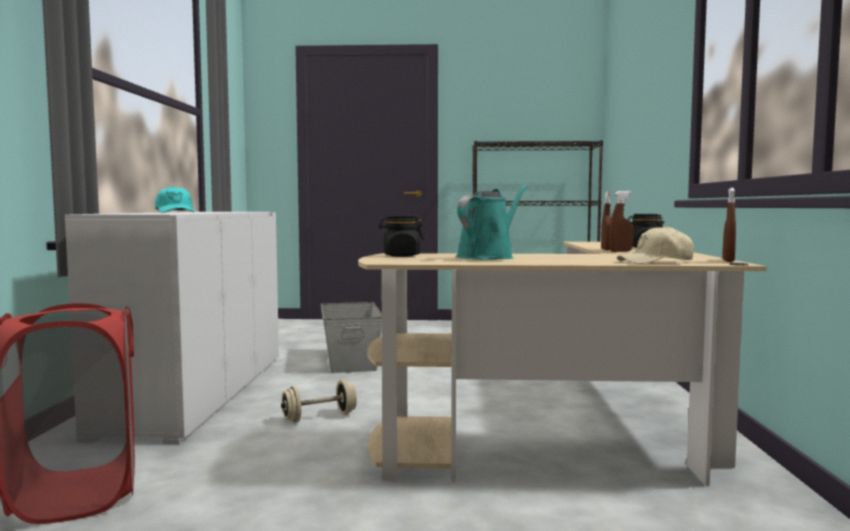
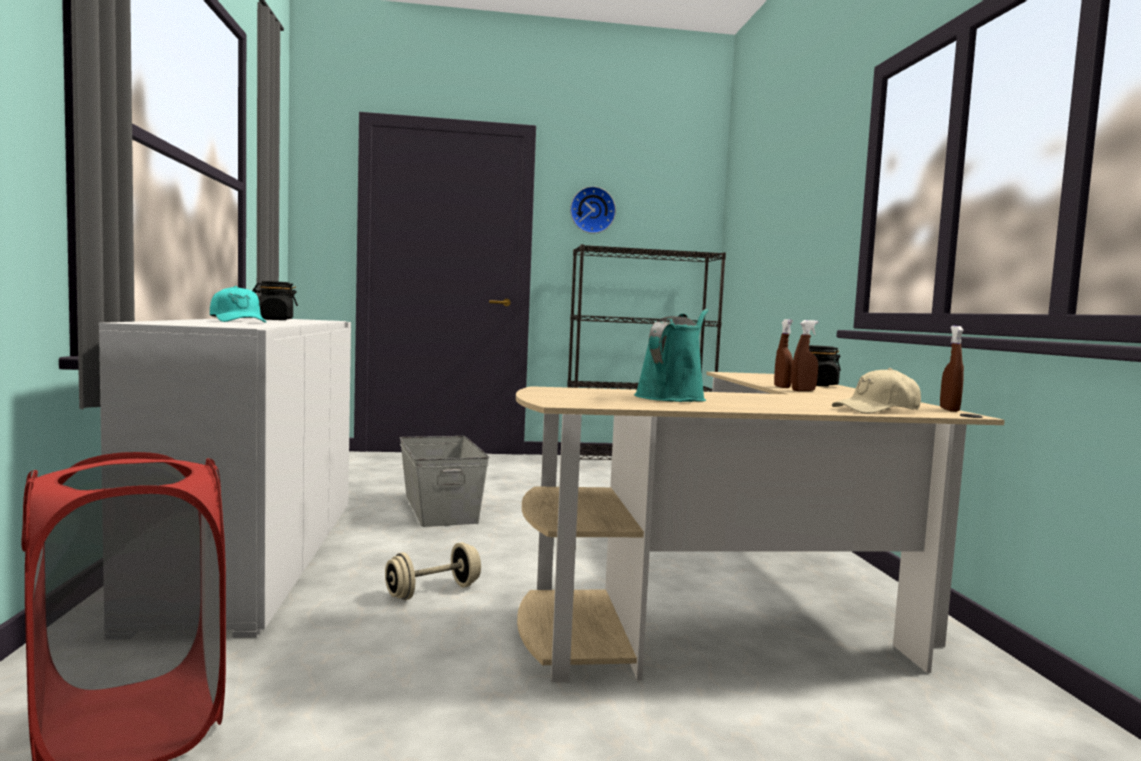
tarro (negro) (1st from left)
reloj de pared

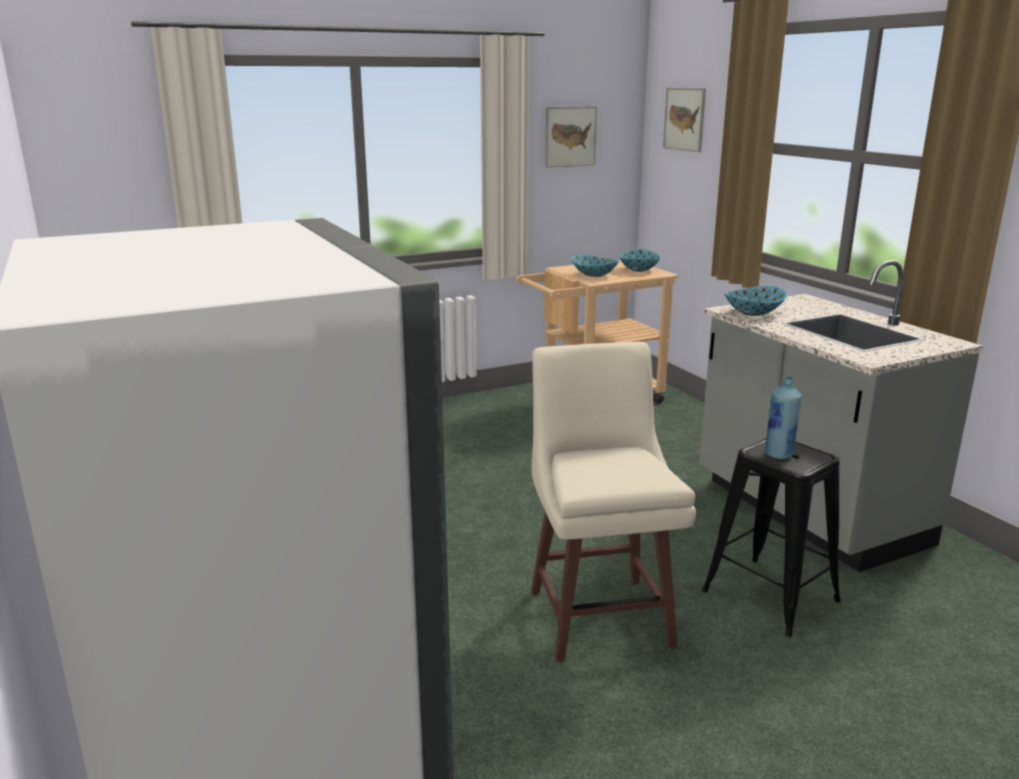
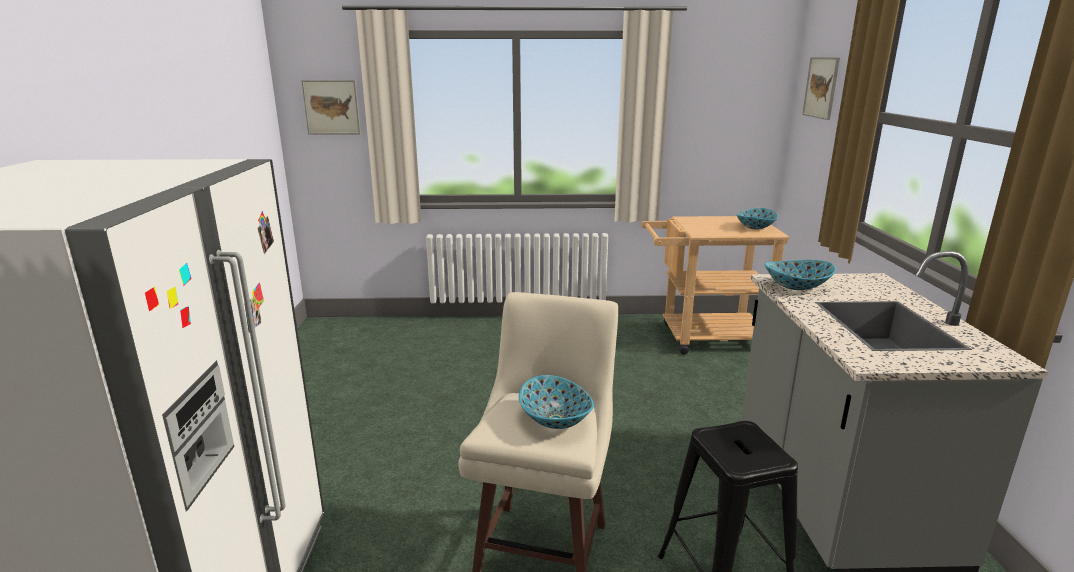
cuadro (1st from left)
cuenco (1st from left)
botella (azul)

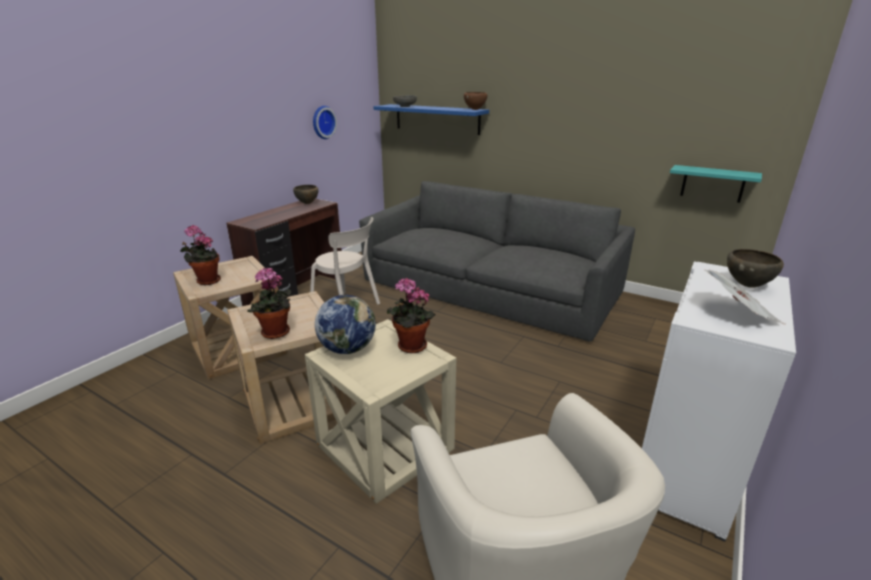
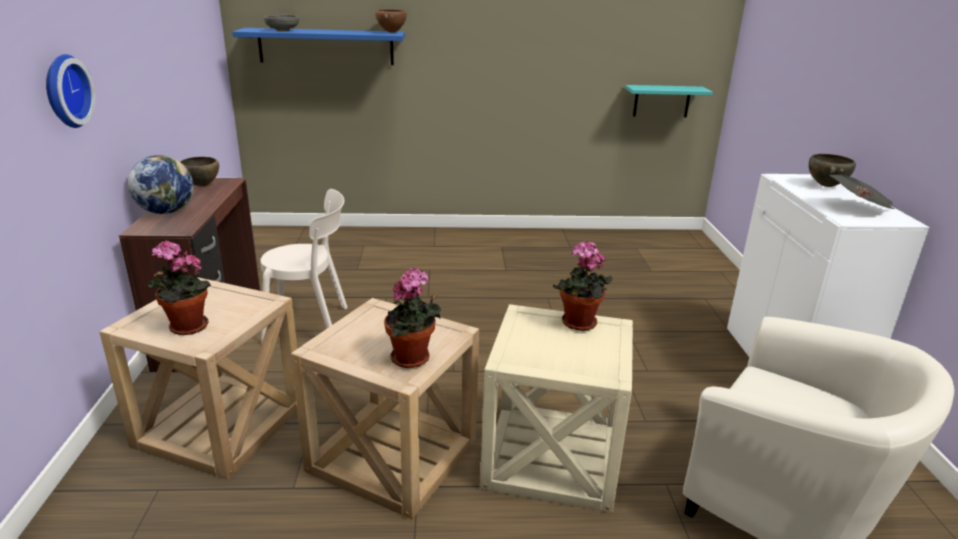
reloj de pared
globo terráqueo
sofá (gris)

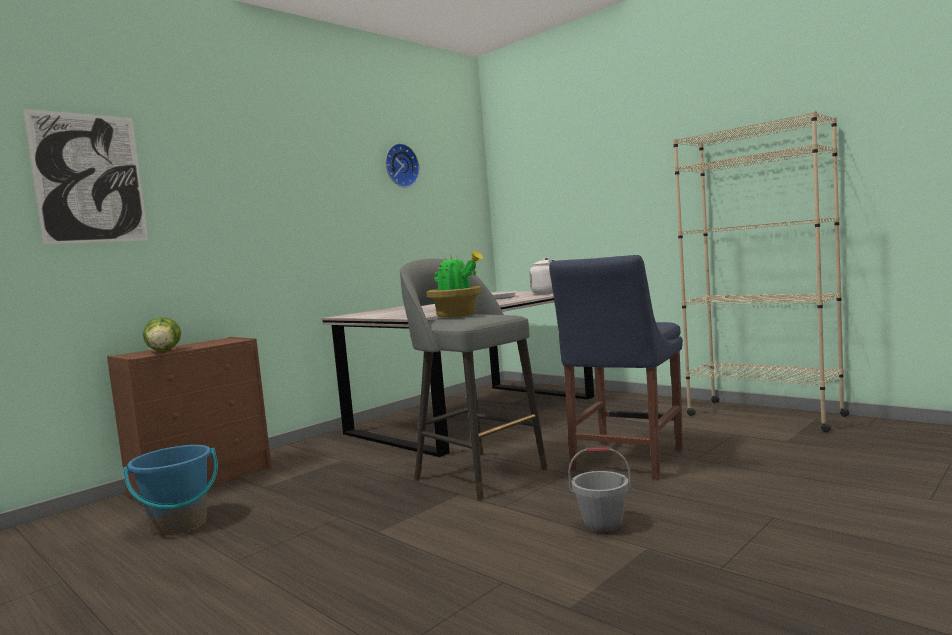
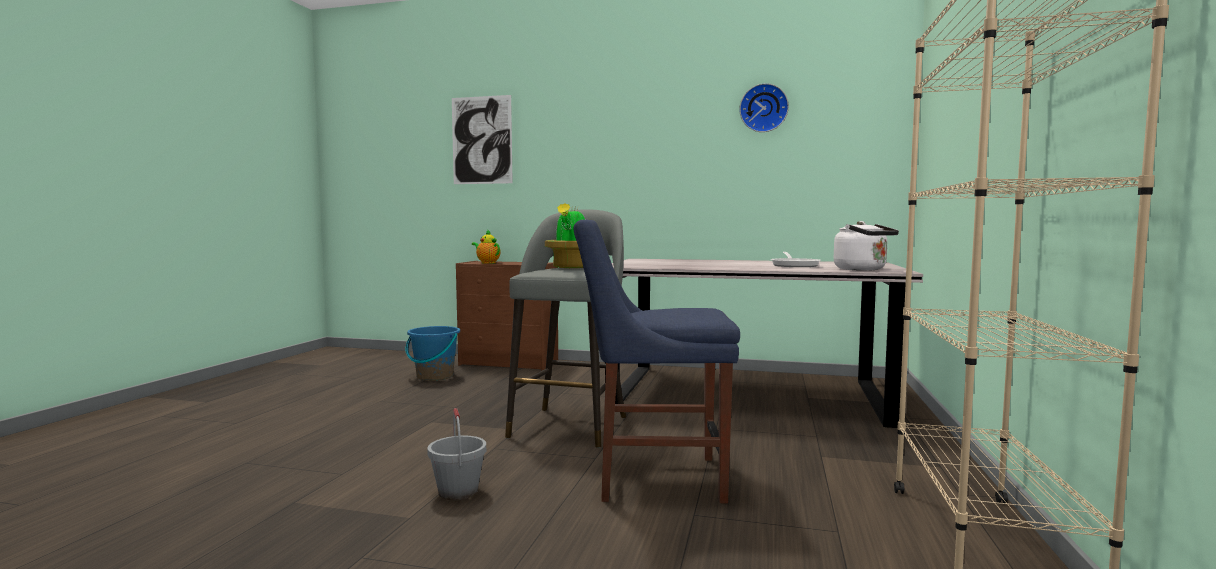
tetera

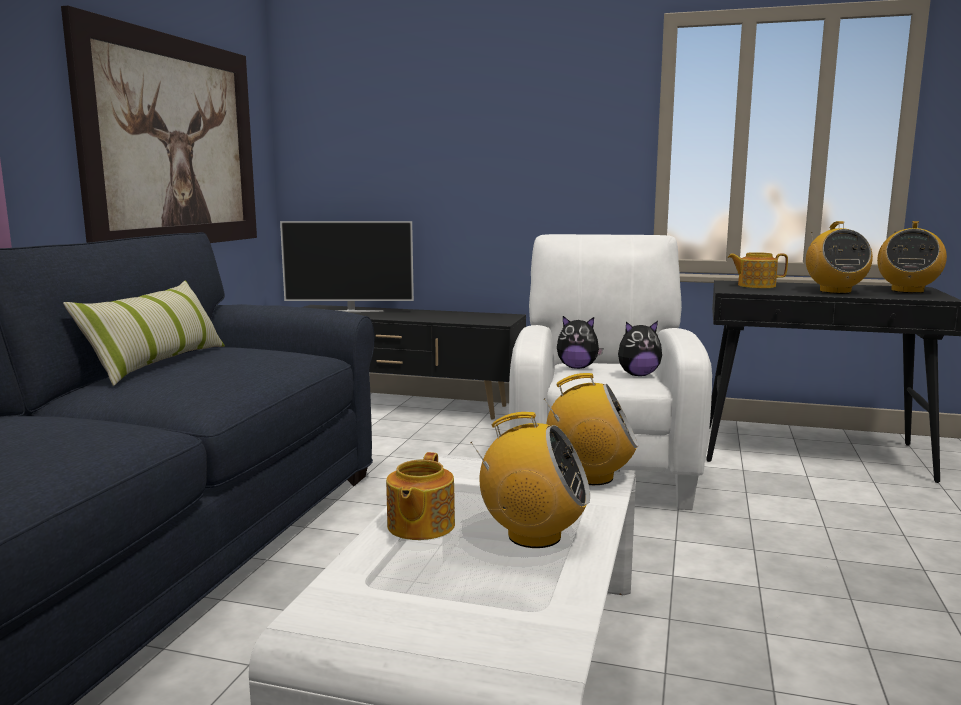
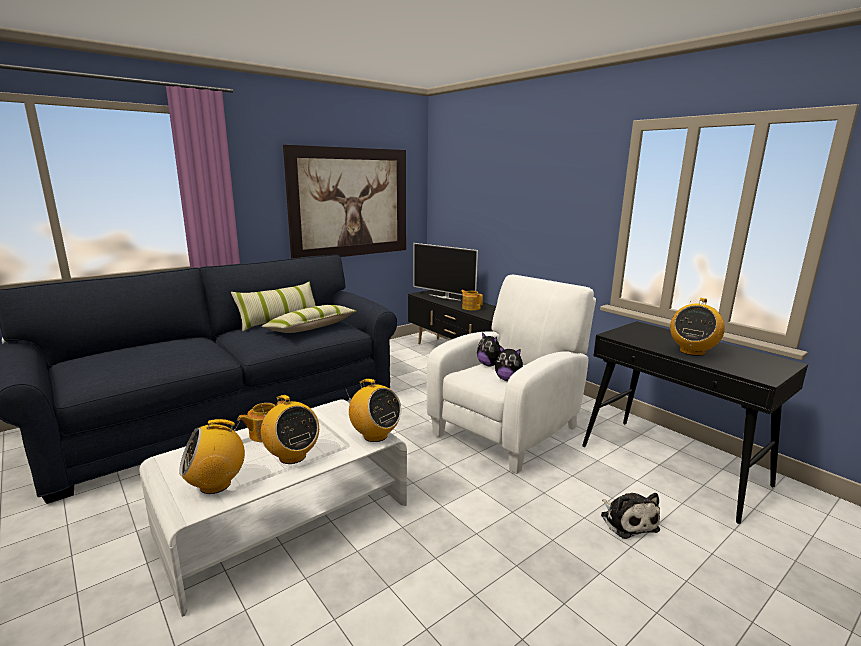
radio (1st from left)
cojín (2nd from left)
tetera (2nd from left)
peluche (3rd from left)

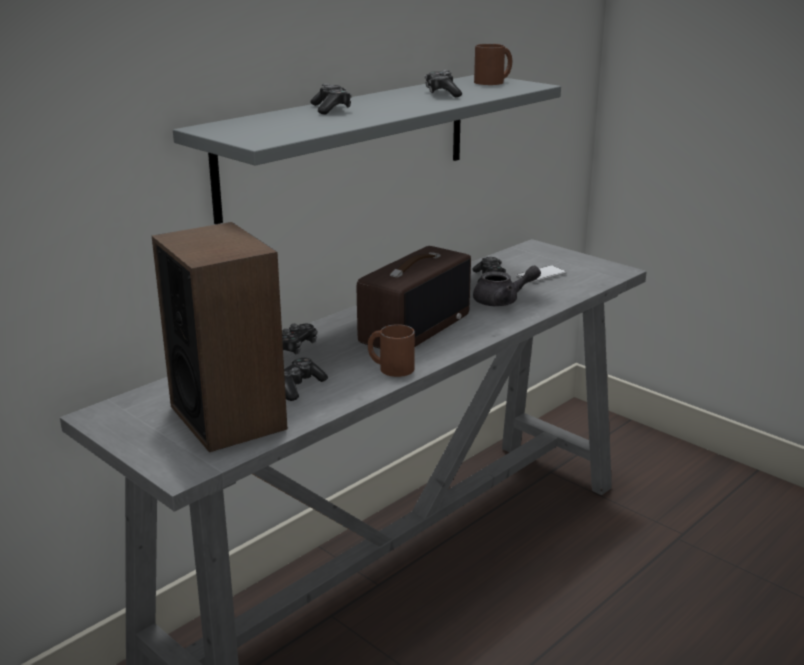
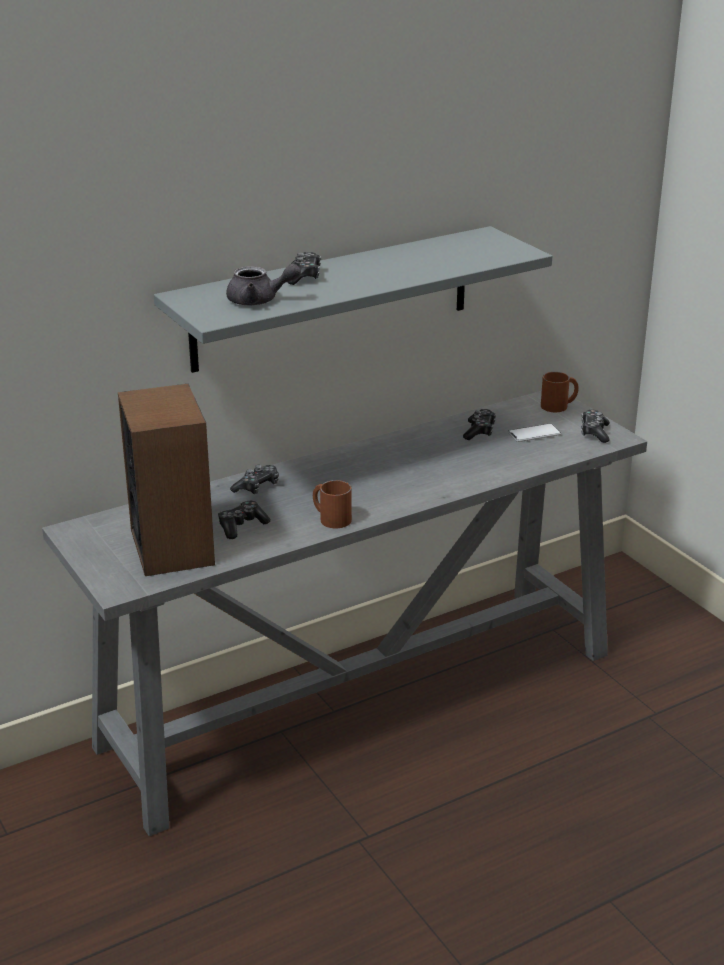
tetera (gris)
taza grande (marrón) (2nd from left)
mando de consola (5th from left)
radio

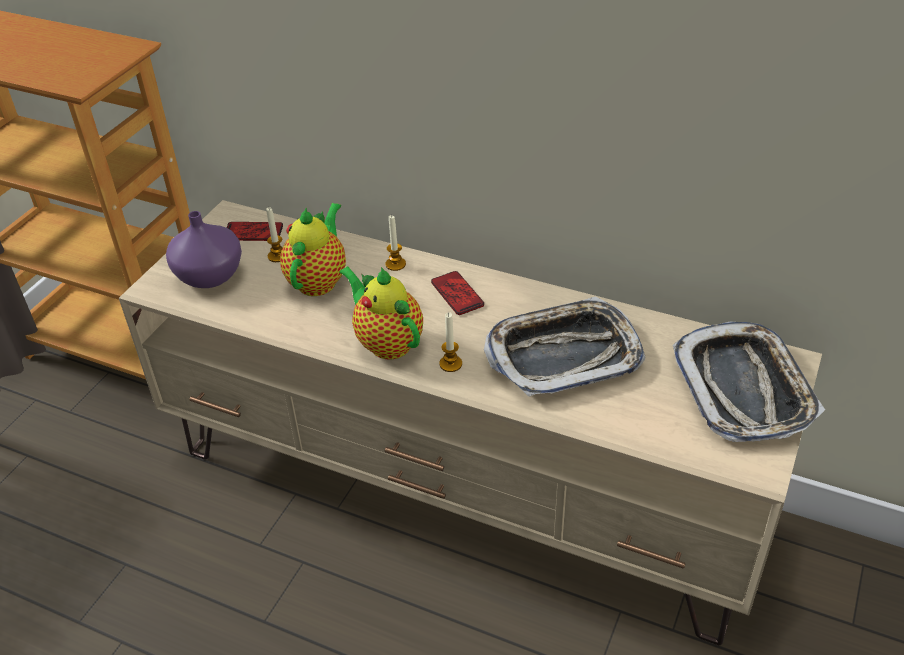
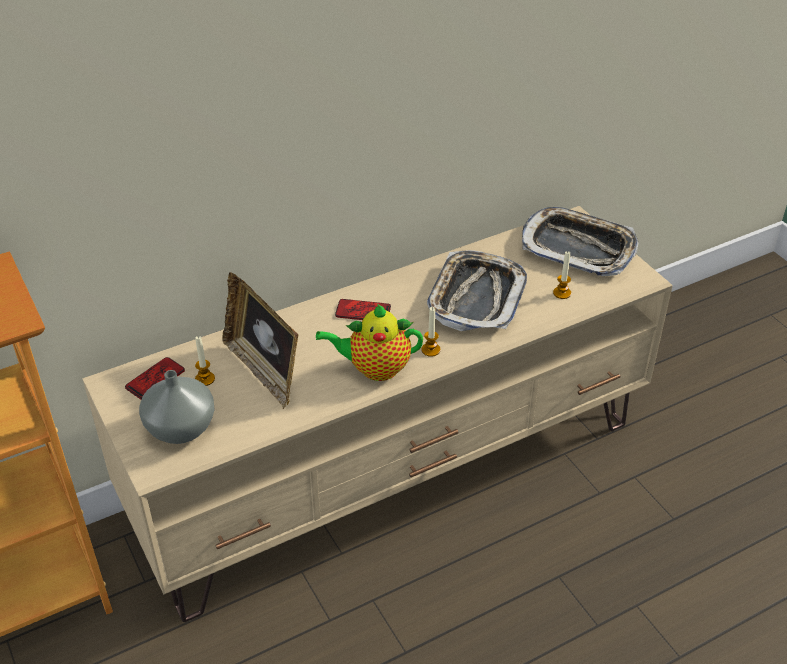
florero (gris)
portarretratos
vela (3rd from left)

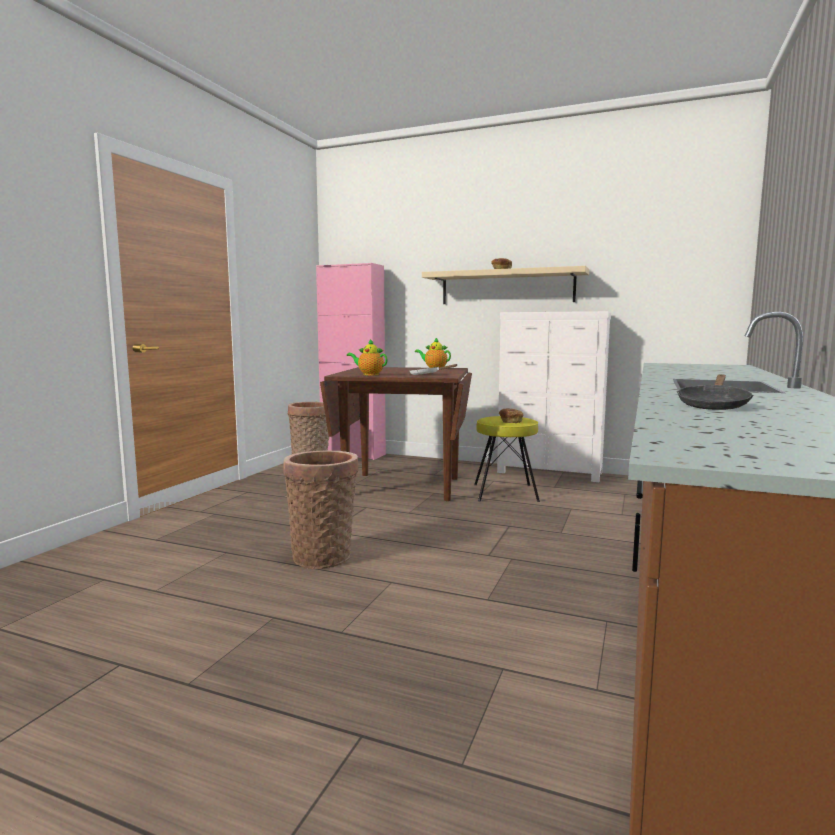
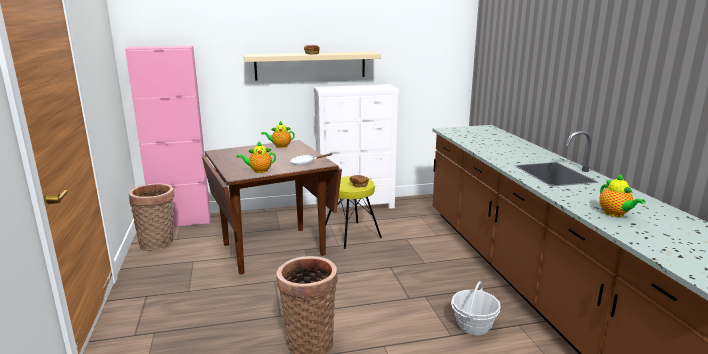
cesta (3rd from left)
tetera (3rd from left)

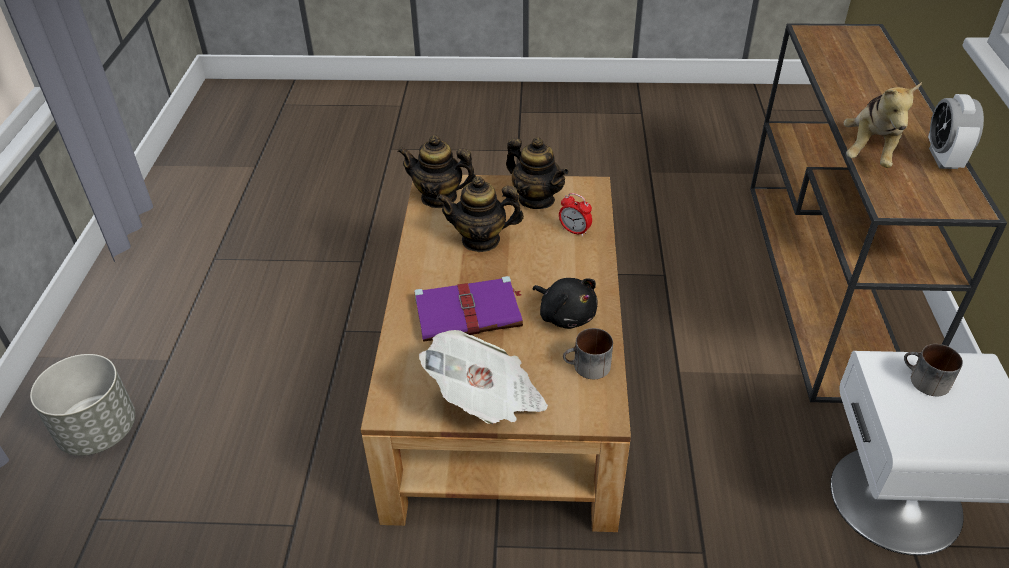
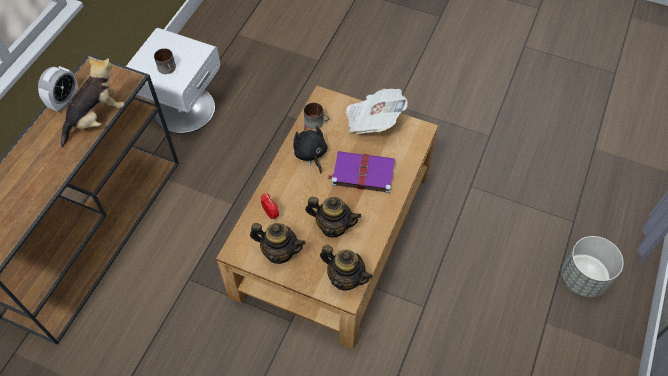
tetera (1st from left)

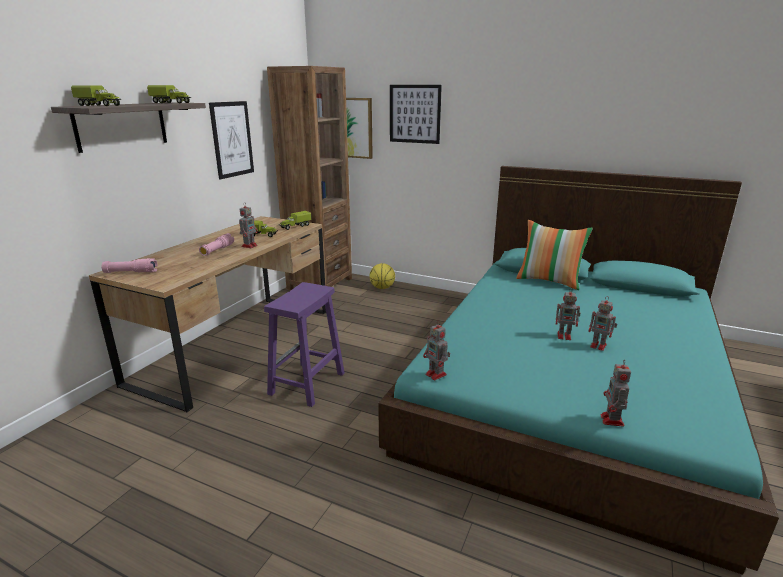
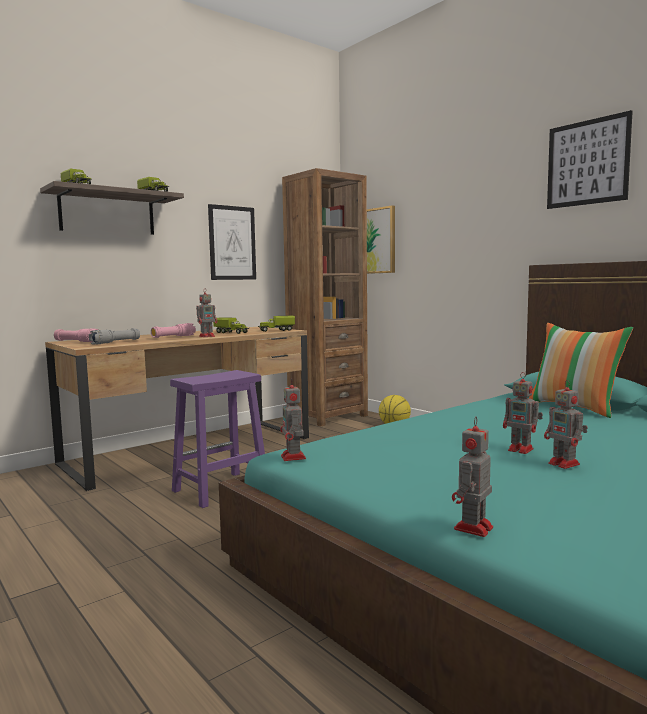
linterna (gris)
cuadro (3rd from left)

